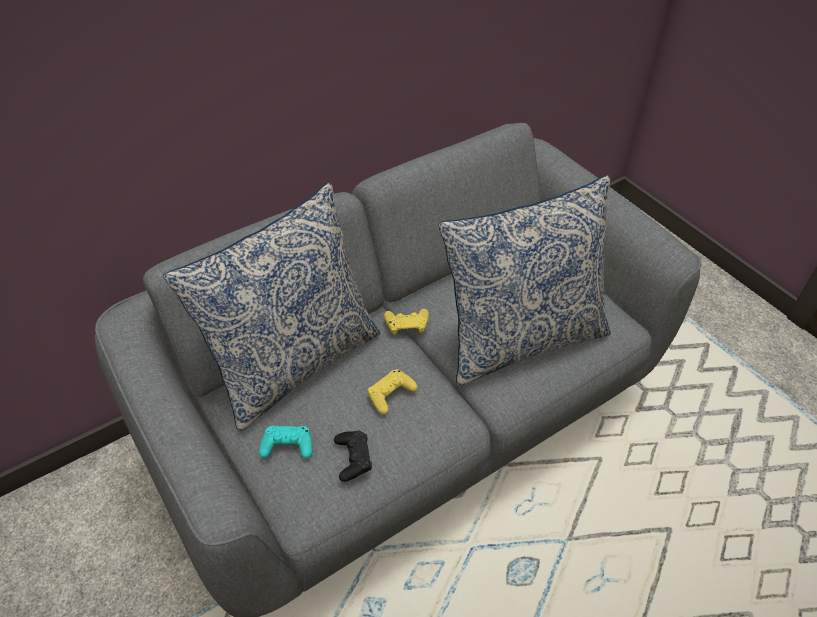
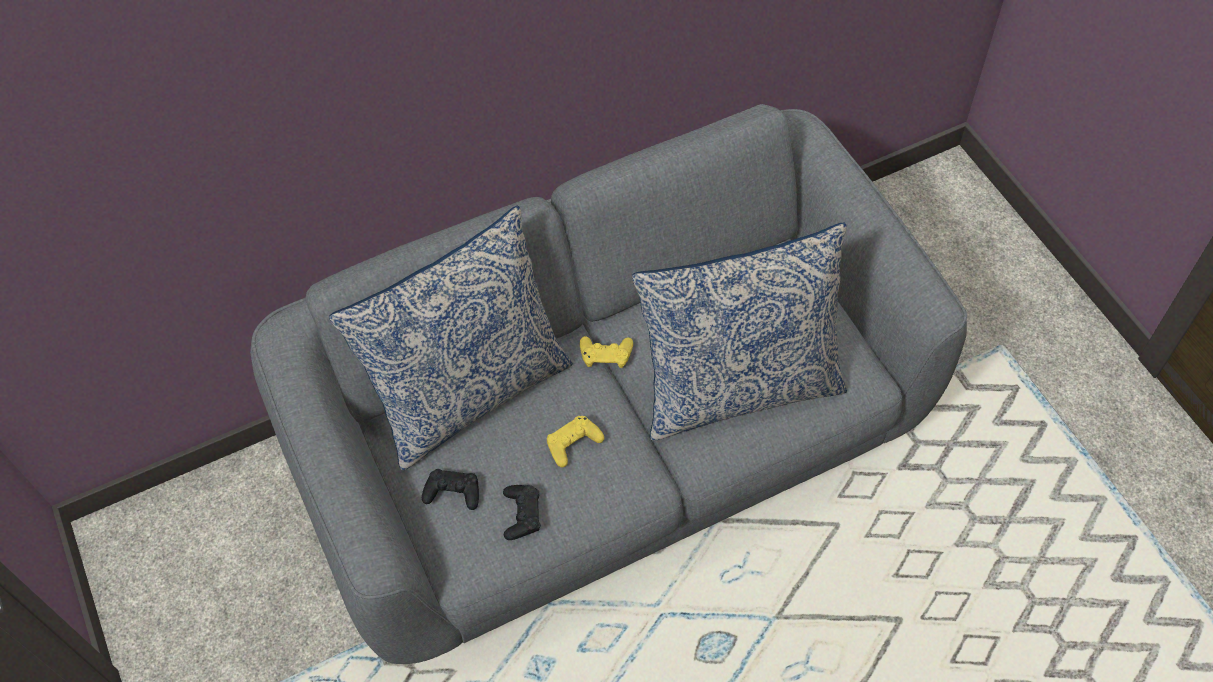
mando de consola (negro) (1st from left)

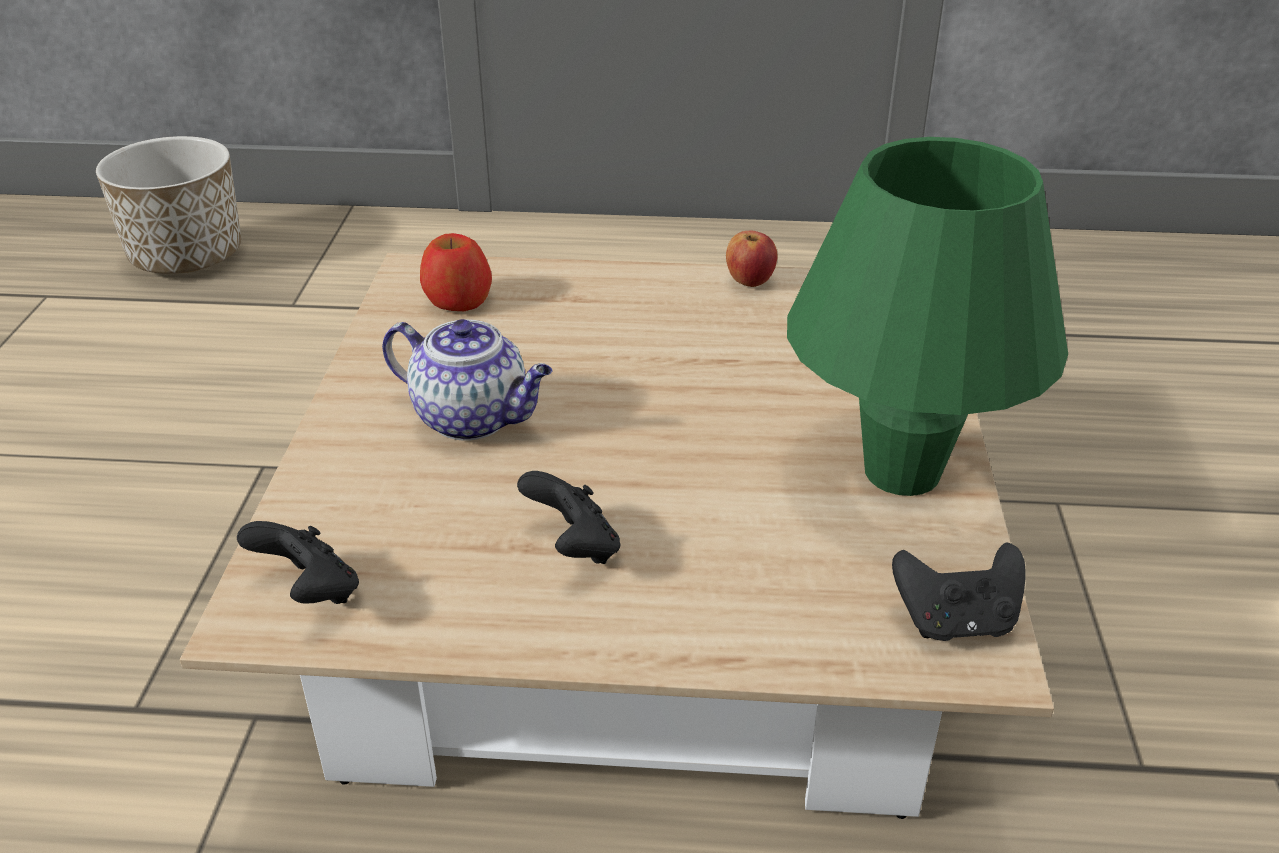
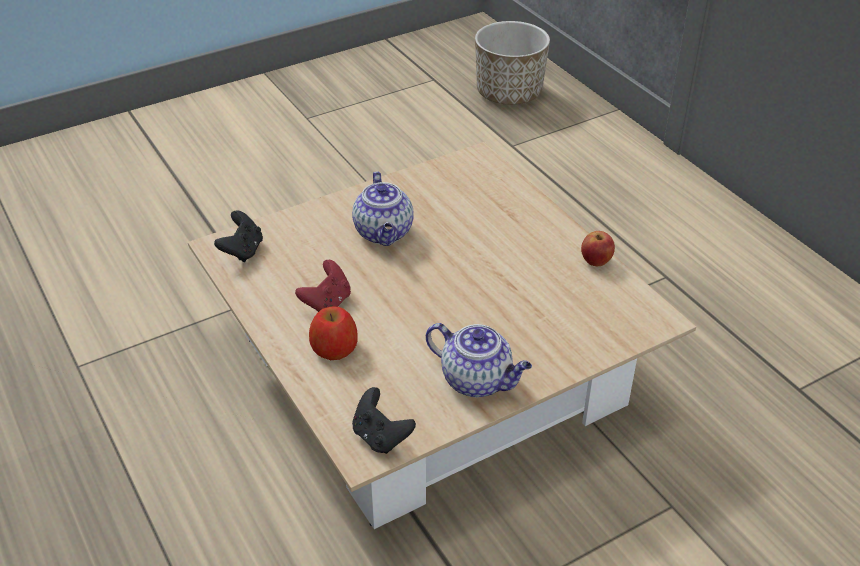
mando de consola (rojo)
manzana (1st from left)
tetera (2nd from left)

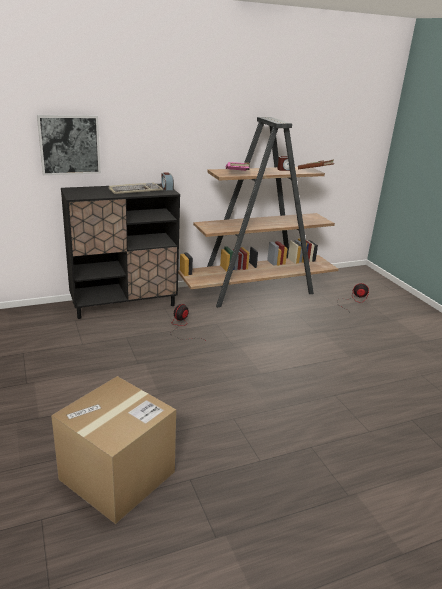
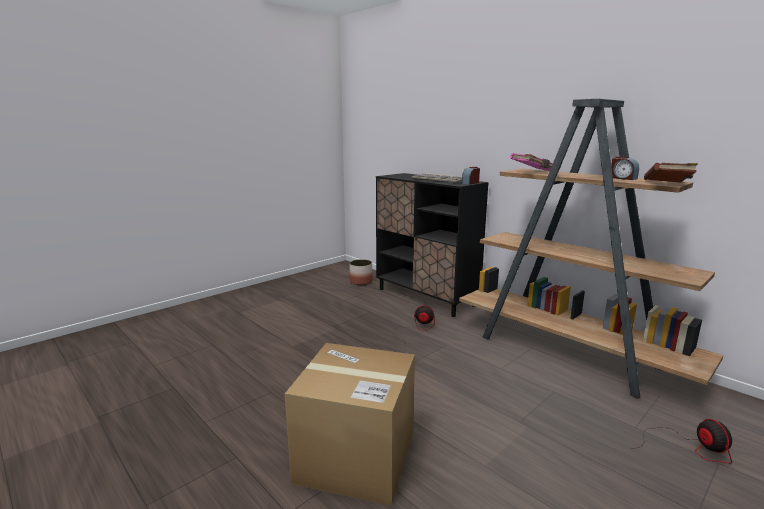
caja de cartón
maceta
cuadro

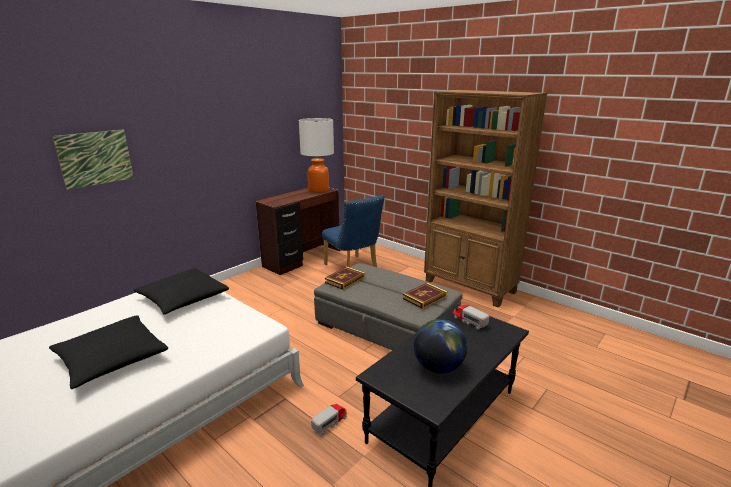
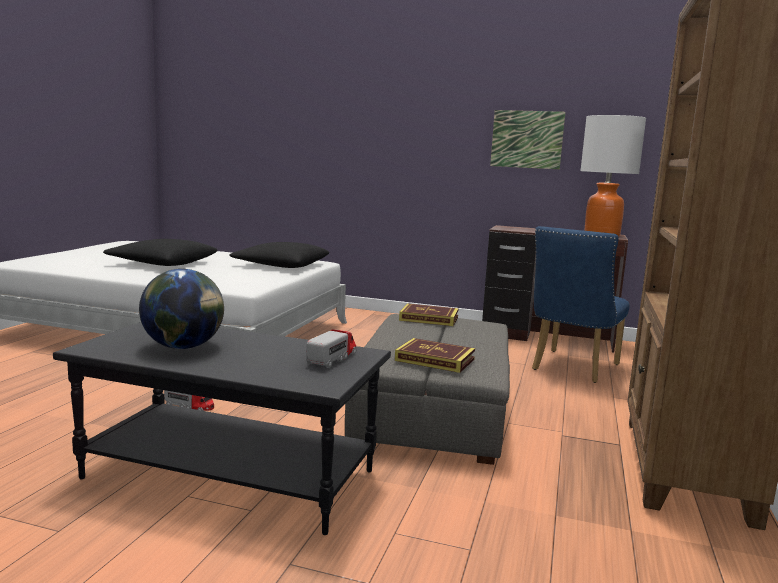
cuadro

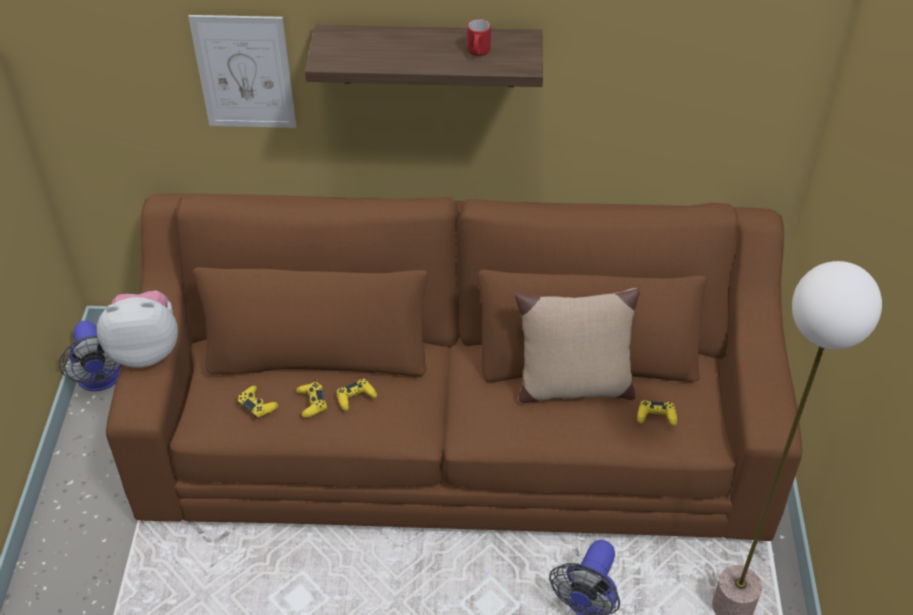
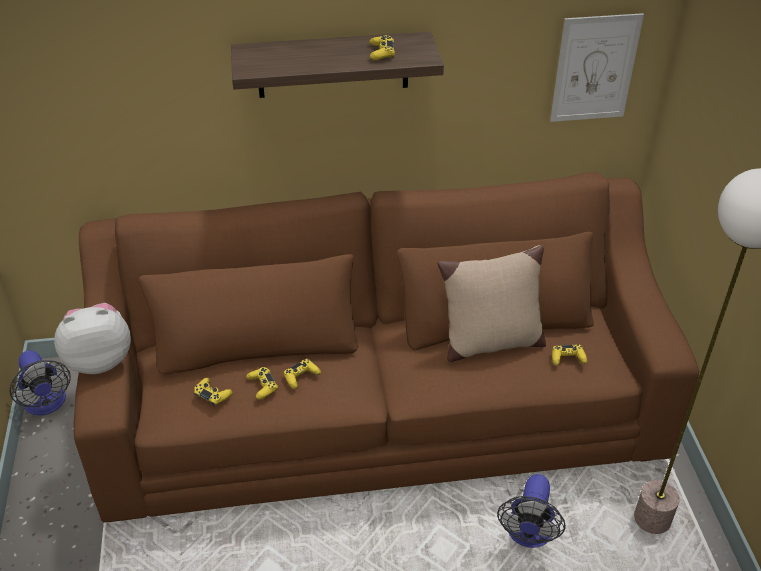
mando de consola (amarillo) (4th from left)
cuadro

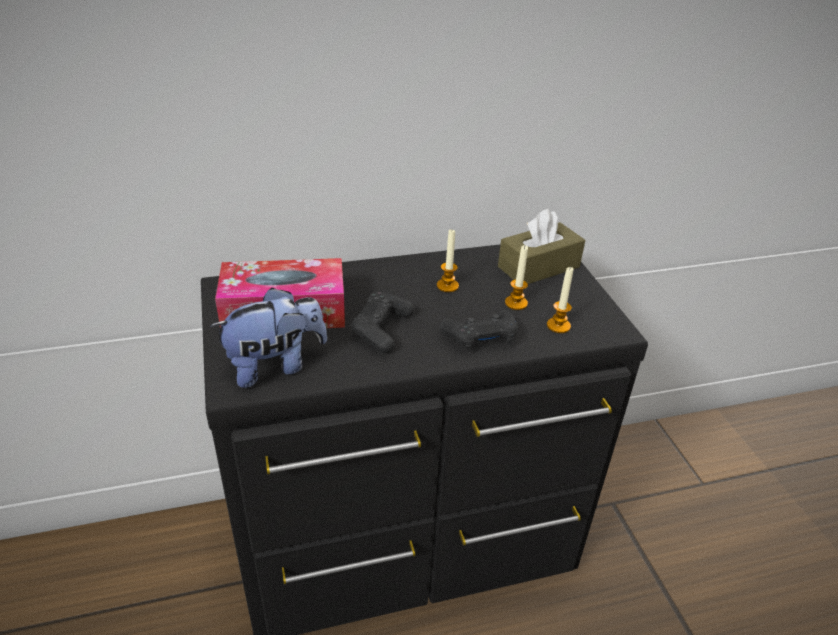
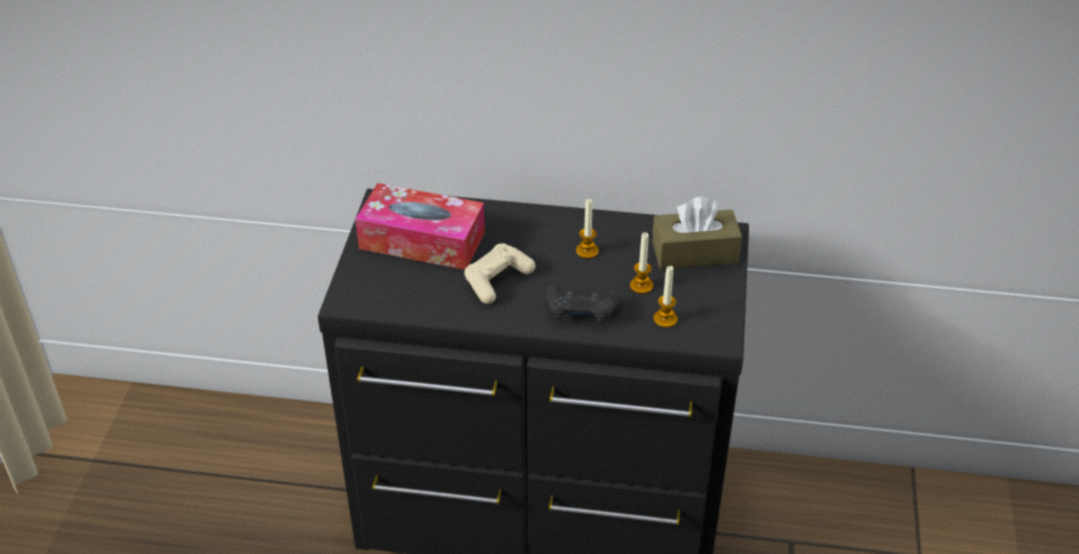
mando de consola (beis)
peluche

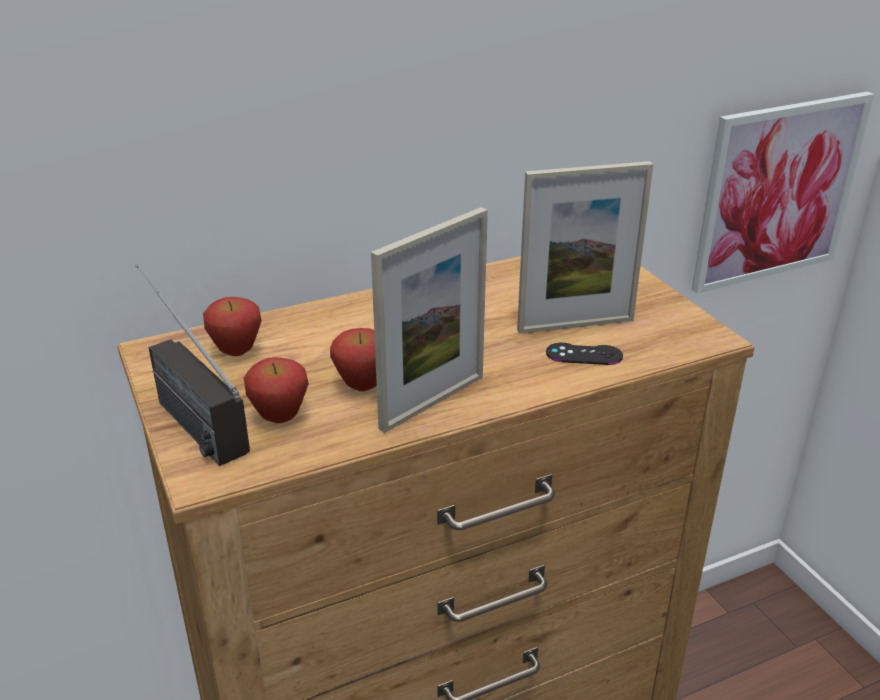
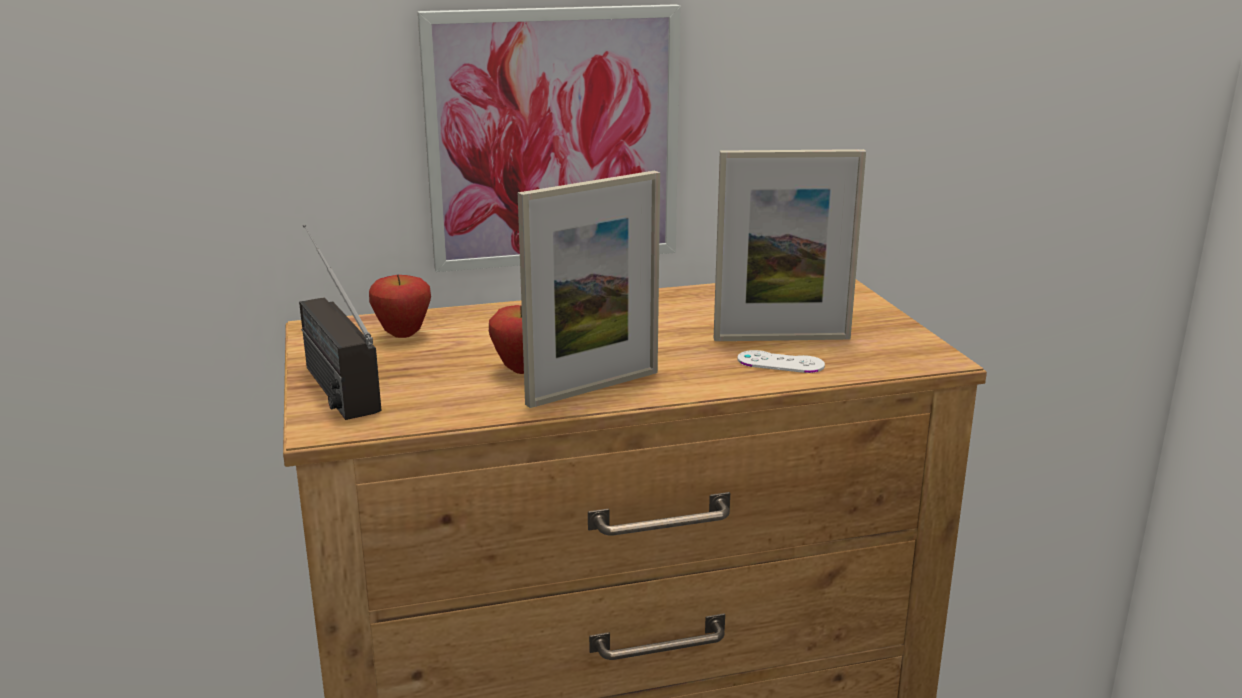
cuadro
mando de consola (blanco)
manzana (2nd from left in the first image)

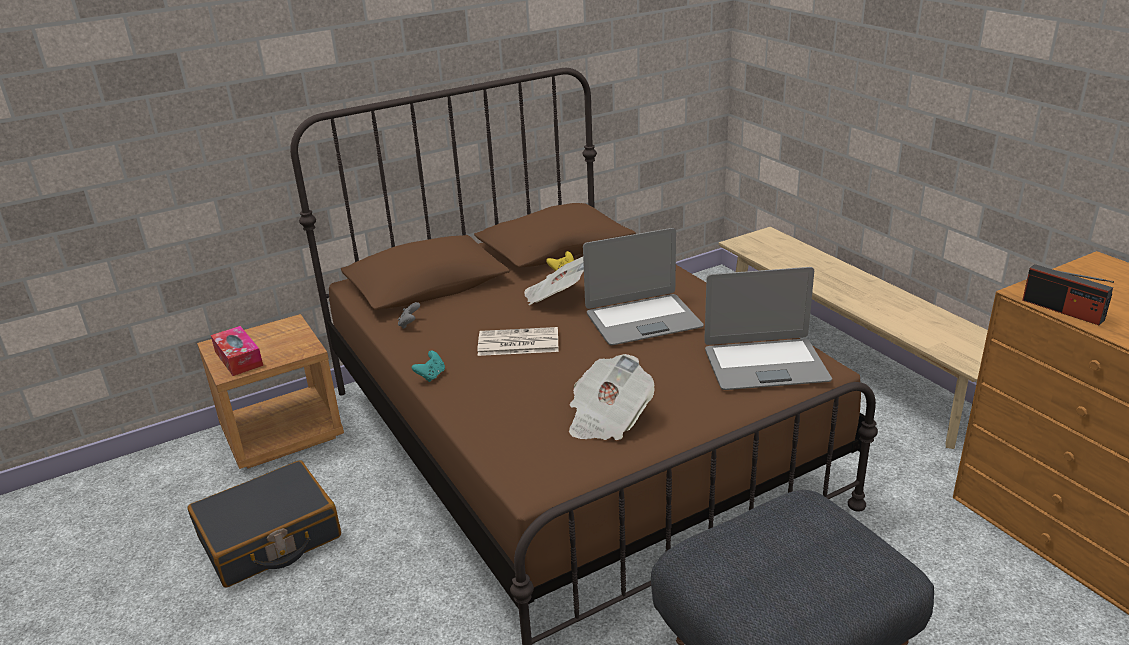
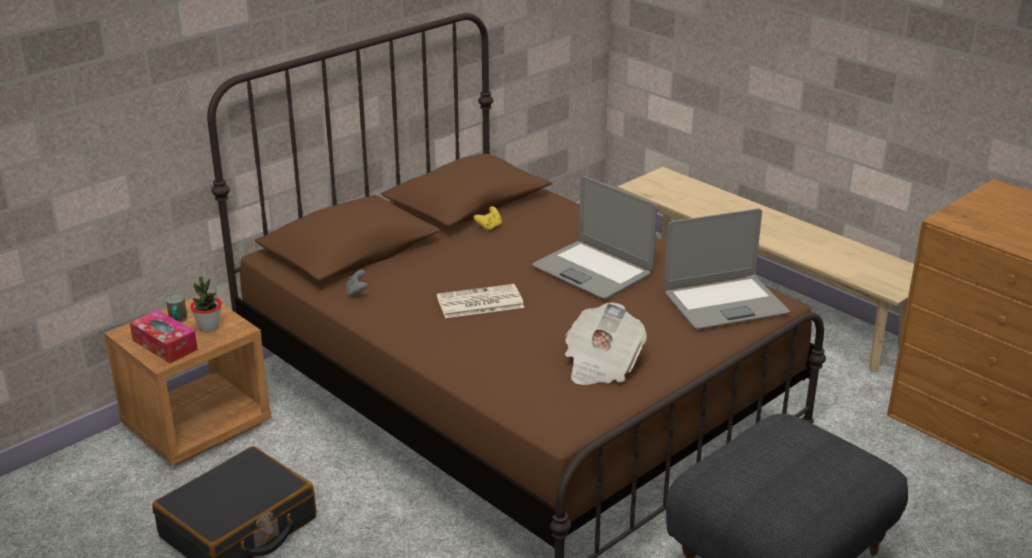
taza grande
planta en maceta
portátil (1st from left)
mando de consola (turquesa)
periódico (2nd from left in the first image)
radio

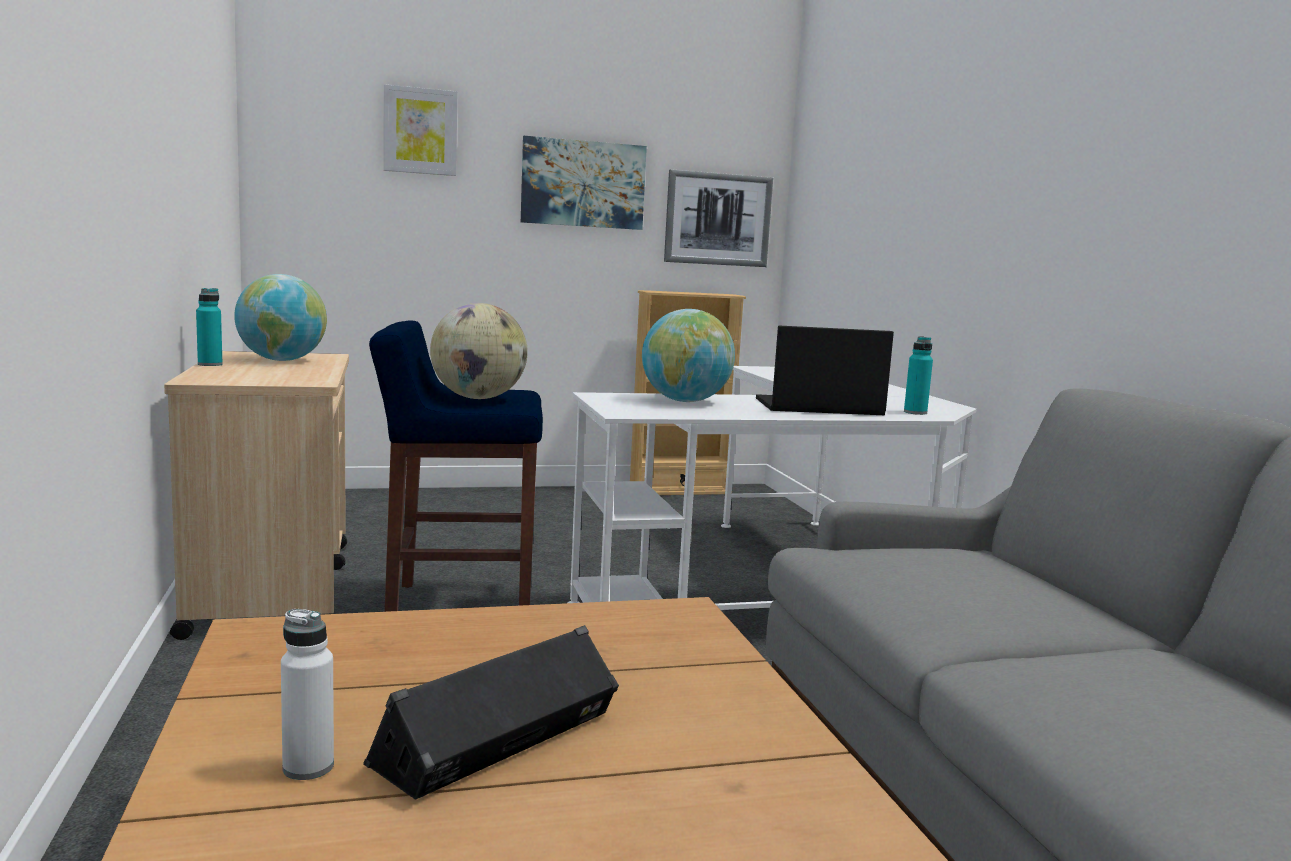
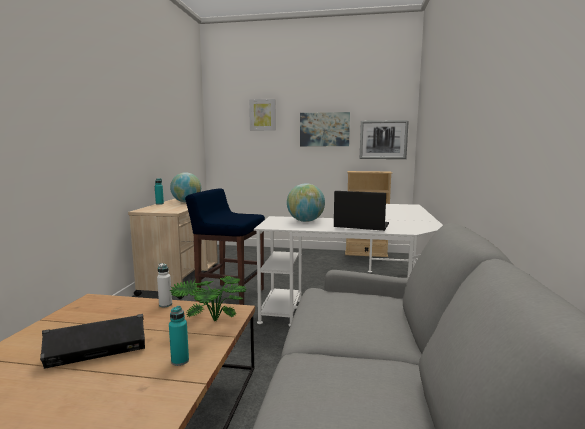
botella (blanco)
planta en maceta
botella (turquesa) (2nd from left)
globo terráqueo (2nd from left in the first image)

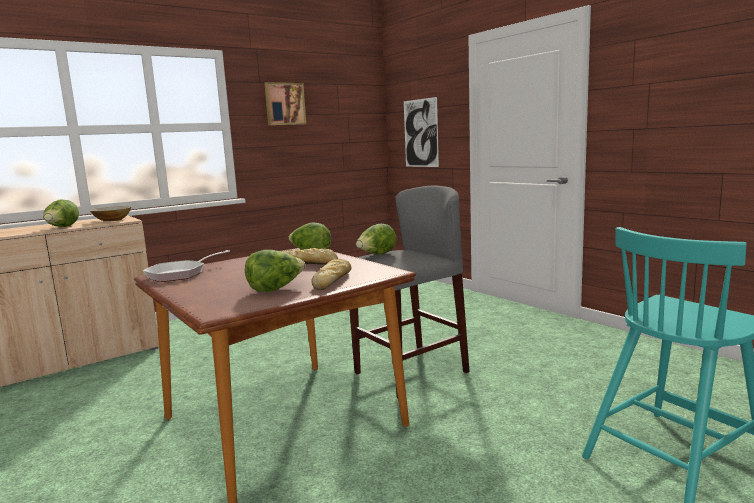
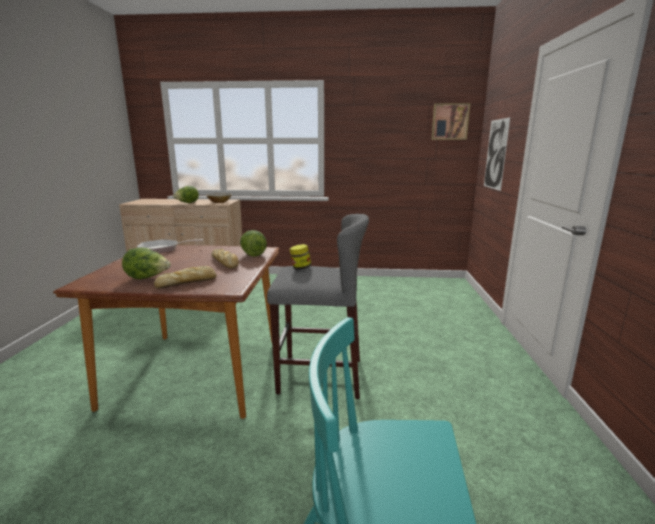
tarro
cuadro (1st from left)

